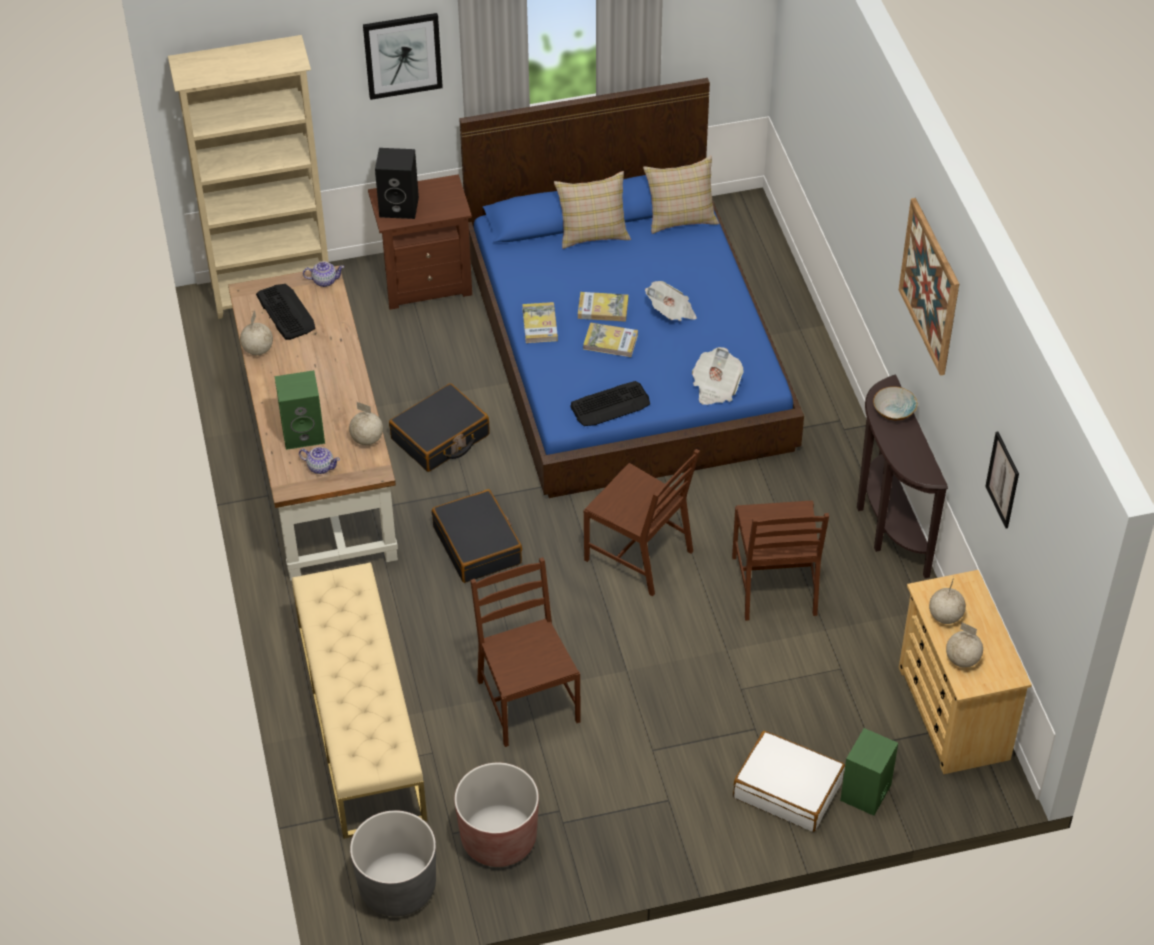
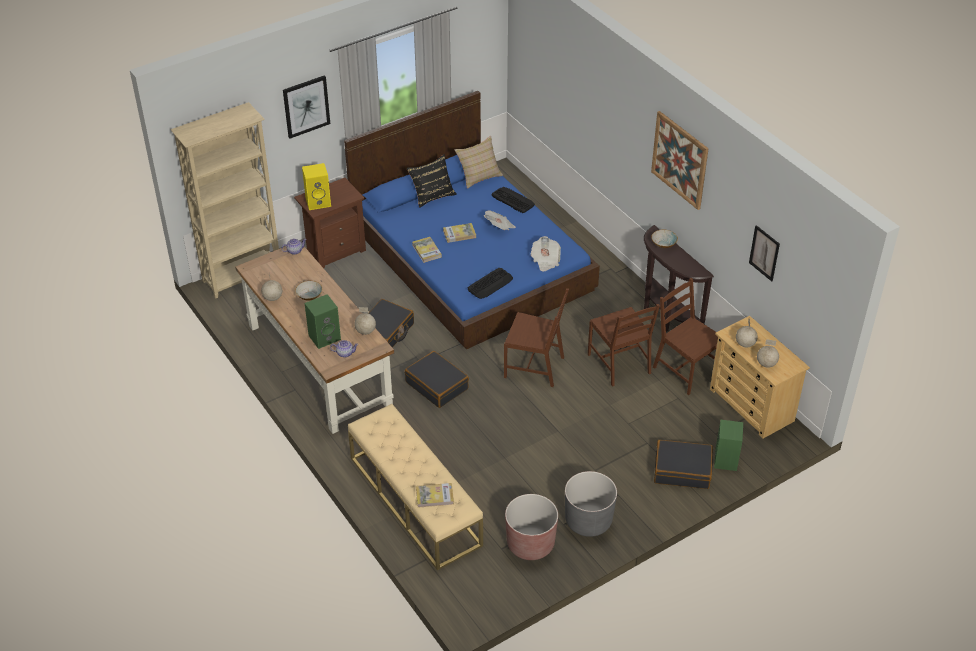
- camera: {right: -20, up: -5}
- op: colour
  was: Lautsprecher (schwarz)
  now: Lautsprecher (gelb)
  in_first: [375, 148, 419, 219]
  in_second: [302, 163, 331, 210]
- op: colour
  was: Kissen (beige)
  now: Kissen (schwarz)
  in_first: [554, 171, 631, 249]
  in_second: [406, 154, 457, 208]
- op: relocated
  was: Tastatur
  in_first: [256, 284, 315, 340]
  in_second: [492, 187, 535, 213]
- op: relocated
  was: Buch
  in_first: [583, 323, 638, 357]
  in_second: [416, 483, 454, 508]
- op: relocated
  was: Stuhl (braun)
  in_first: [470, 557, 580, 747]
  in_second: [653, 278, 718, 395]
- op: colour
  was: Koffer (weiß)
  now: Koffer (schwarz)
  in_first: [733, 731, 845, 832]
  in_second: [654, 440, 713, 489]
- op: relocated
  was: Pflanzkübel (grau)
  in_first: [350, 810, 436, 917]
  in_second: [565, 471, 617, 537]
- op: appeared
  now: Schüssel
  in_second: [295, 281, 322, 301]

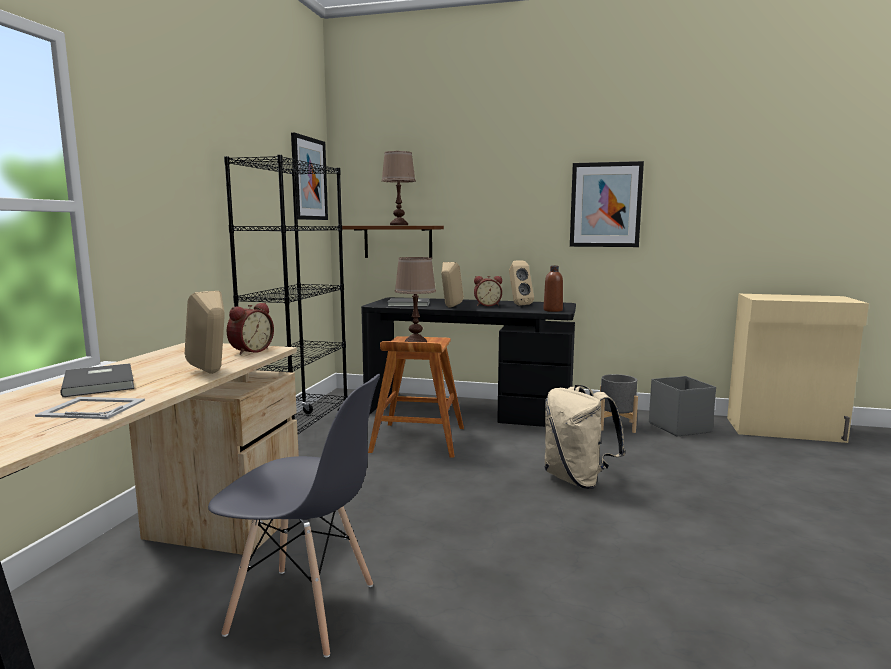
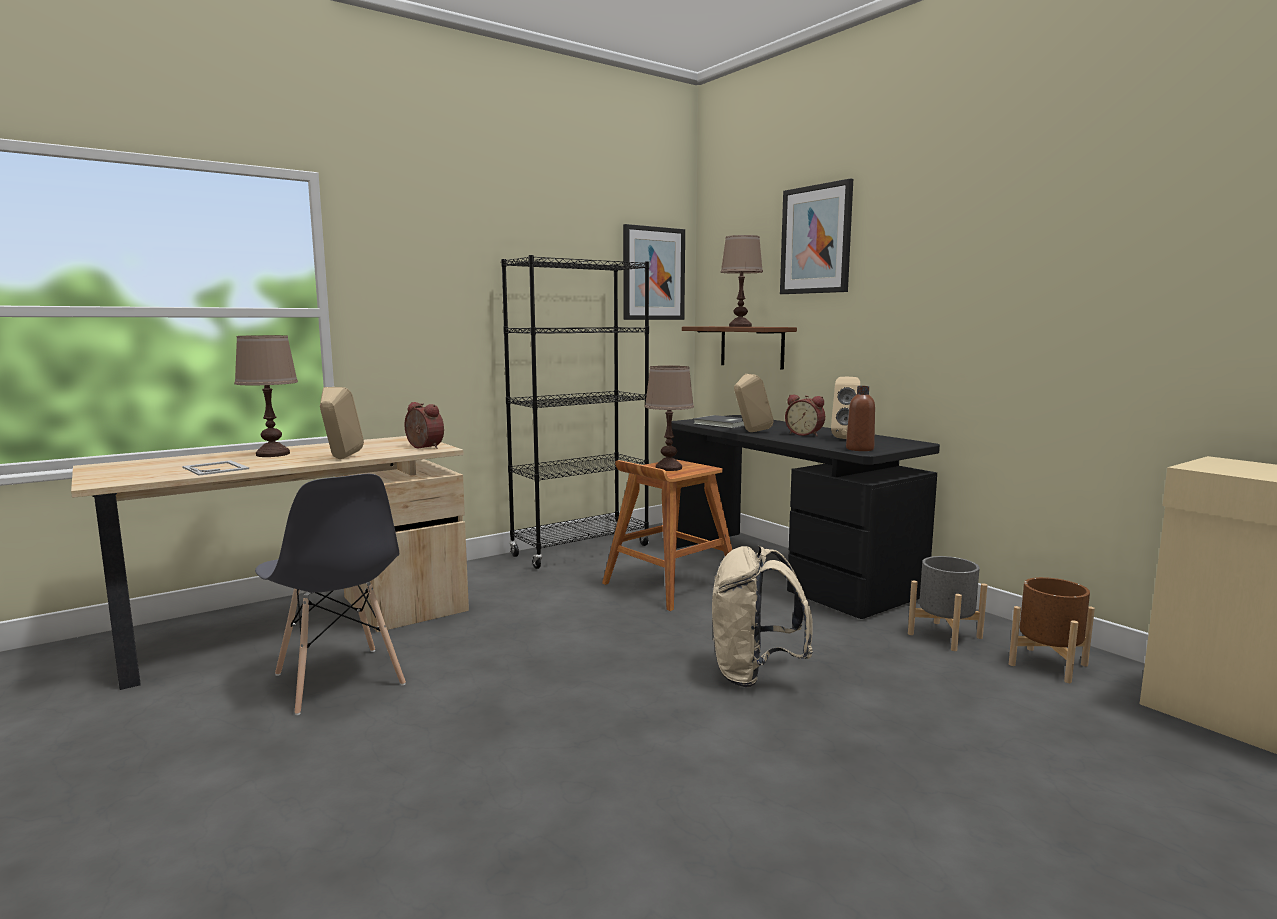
- camera: {right: 40, up: 0}
- op: relocated
  was: Bild
  in_first: [570, 161, 644, 247]
  in_second: [780, 178, 853, 294]
- op: spun
  was: Wecker
  in_first: [226, 303, 274, 355]
  in_second: [404, 402, 444, 449]
  clockwise: -120
- op: exchanged
  was: Buch (grau)
  now: Tischlampe (braun)
  in_first: [60, 363, 134, 397]
  in_second: [234, 335, 298, 457]
- op: exchanged
  was: Aufbewahrungsbox (grau)
  now: Pflanzkübel (braun)
  in_first: [649, 376, 716, 437]
  in_second: [1009, 577, 1095, 683]

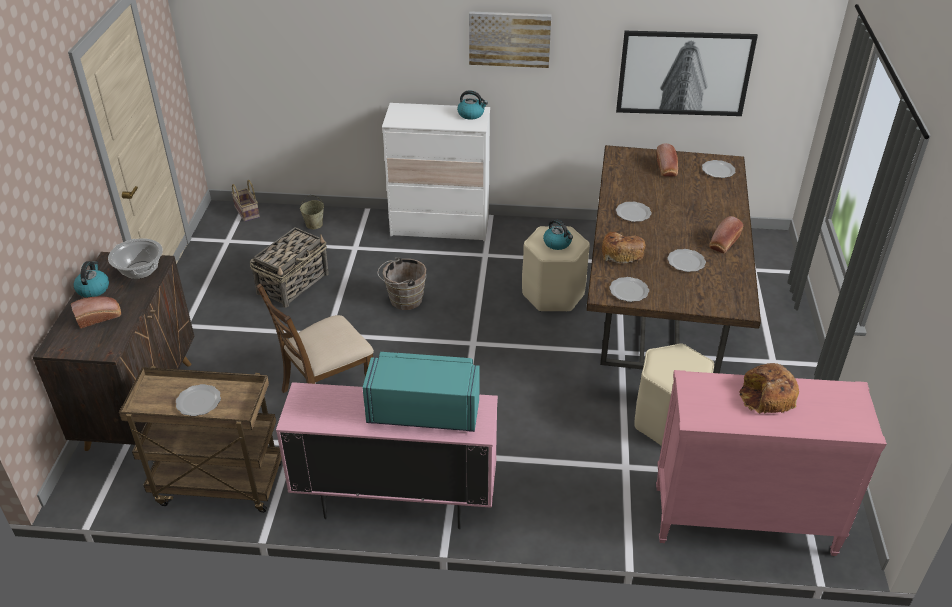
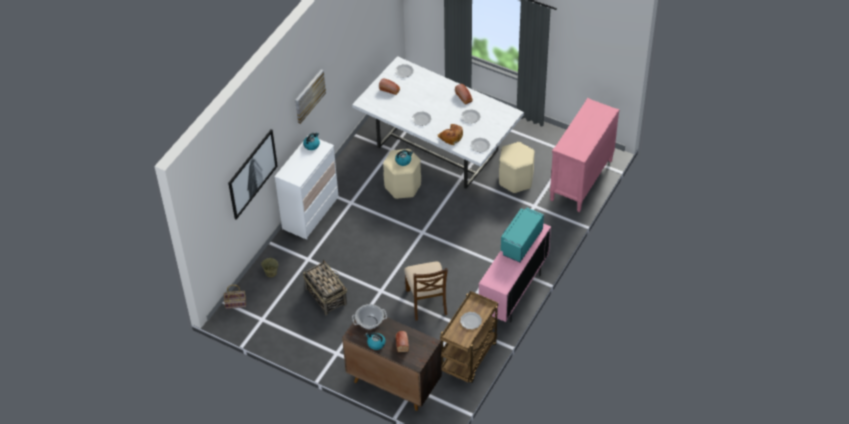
- camera: {right: -65, up: 10}
- op: relocated
  was: Bild
  in_first: [616, 31, 758, 116]
  in_second: [228, 129, 278, 220]
- op: colour
  was: Esstisch (braun)
  now: Esstisch (weiß)
  in_first: [586, 145, 761, 373]
  in_second: [352, 56, 524, 189]
- op: missing
  was: Eimer (braun)
  in_first: [377, 257, 426, 310]
- op: missing
  was: Brot
  in_first: [739, 363, 799, 414]

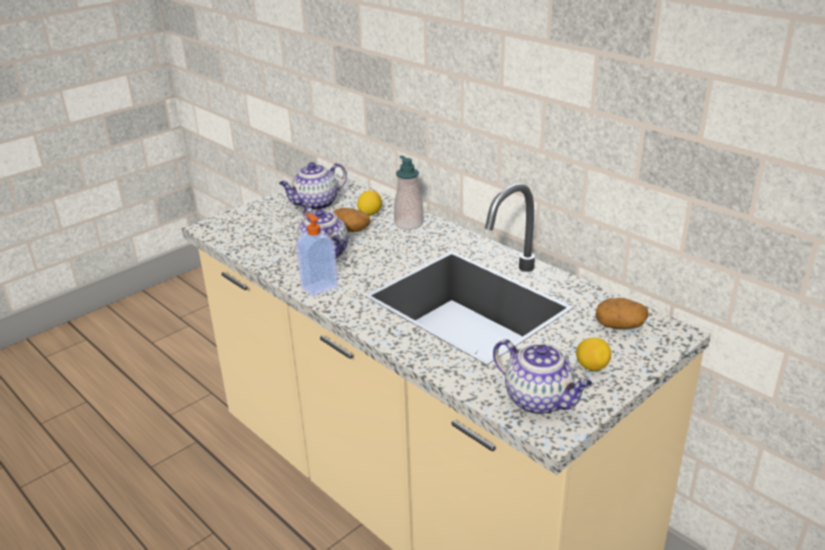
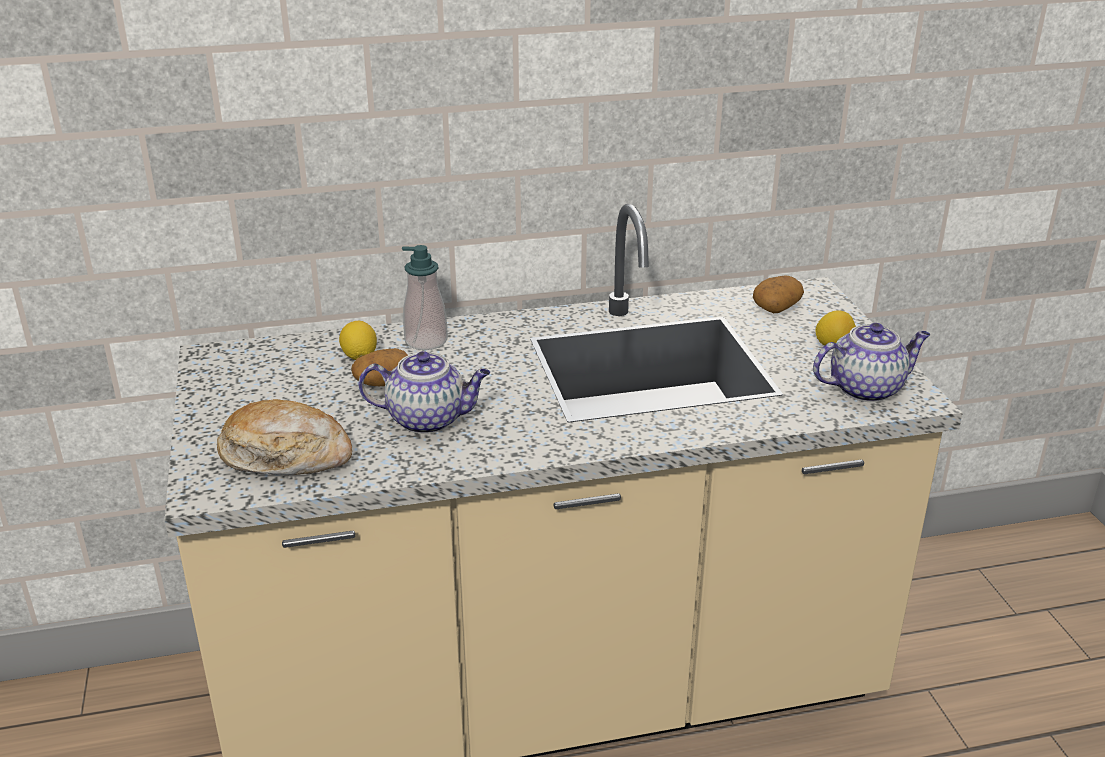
- camera: {right: -60, up: 0}
- op: missing
  was: Teekanne
  in_first: [279, 162, 347, 210]
- op: missing
  was: Seifenspender
  in_first: [296, 213, 338, 296]
- op: appeared
  now: Brot
  in_second: [217, 399, 352, 475]

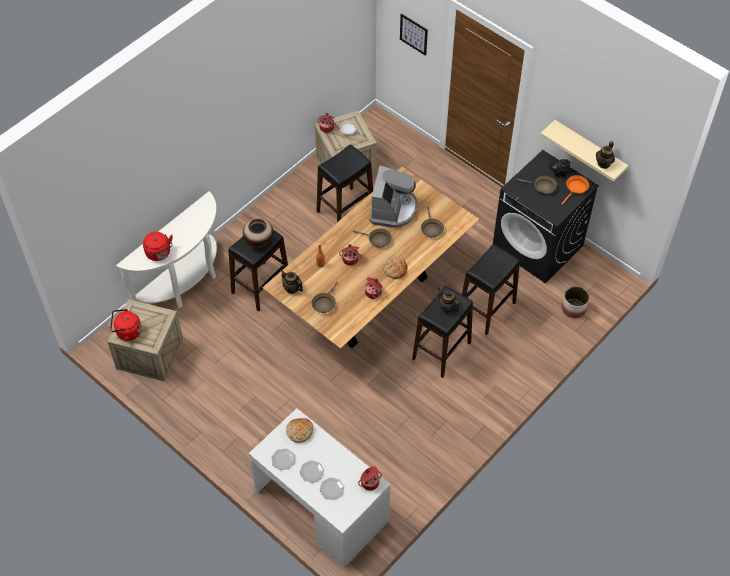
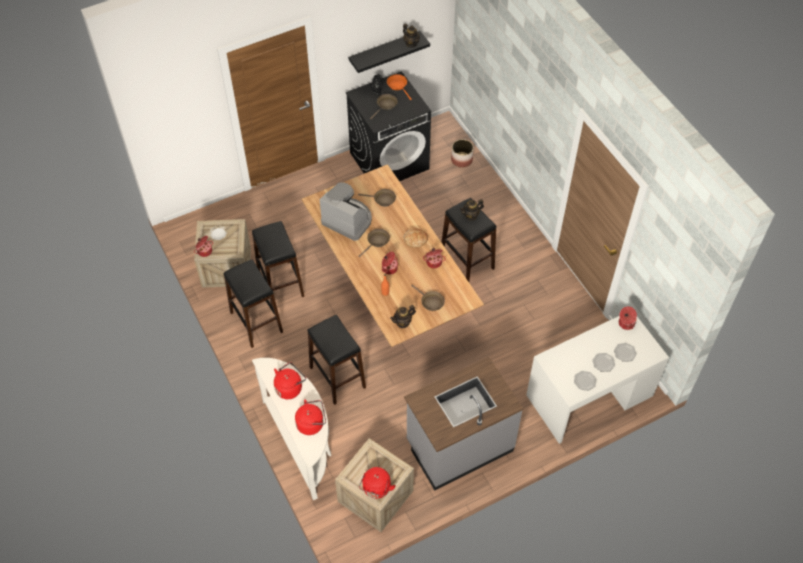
- camera: {right: -70, up: 0}
- op: missing
  was: Bild
  in_first: [400, 14, 428, 56]
- op: colour
  was: Wandregal (beige)
  now: Wandregal (schwarz)
  in_first: [540, 120, 628, 182]
  in_second: [348, 31, 430, 73]
- op: missing
  was: Vase
  in_first: [243, 218, 273, 247]
- op: relocated
  was: Hocker (schwarz)
  in_first: [462, 244, 520, 335]
  in_second: [223, 259, 283, 348]
- op: missing
  was: Brot
  in_first: [286, 418, 313, 443]
- op: appeared
  now: Küchenzeile (grau)
  in_second: [404, 357, 524, 490]
- op: appeared
  now: Wasserkessel (rot)
  in_second: [274, 362, 306, 399]

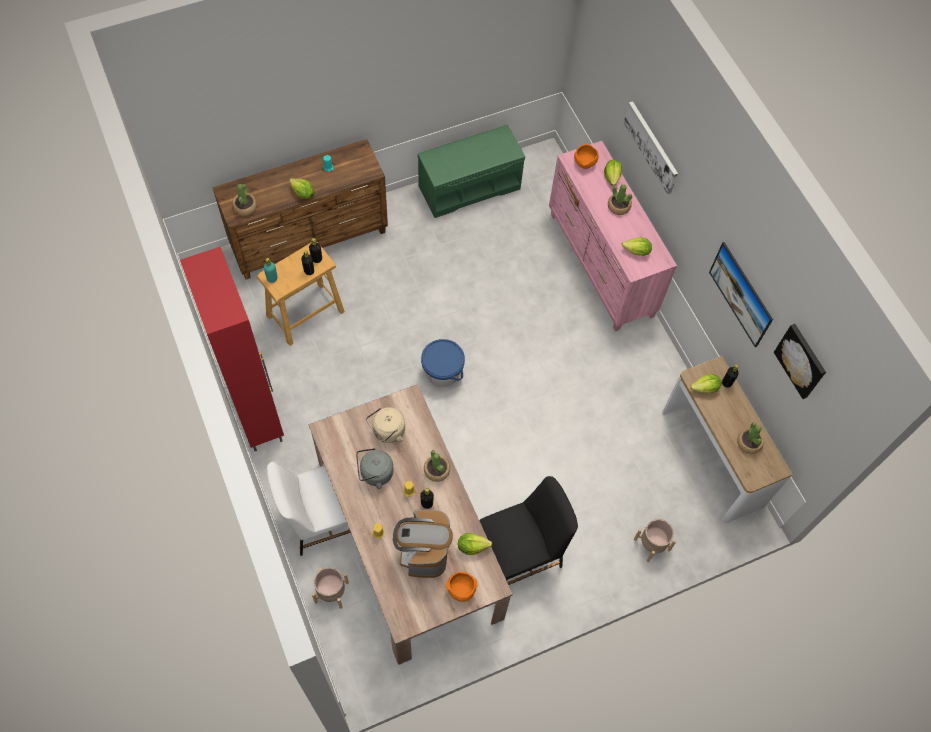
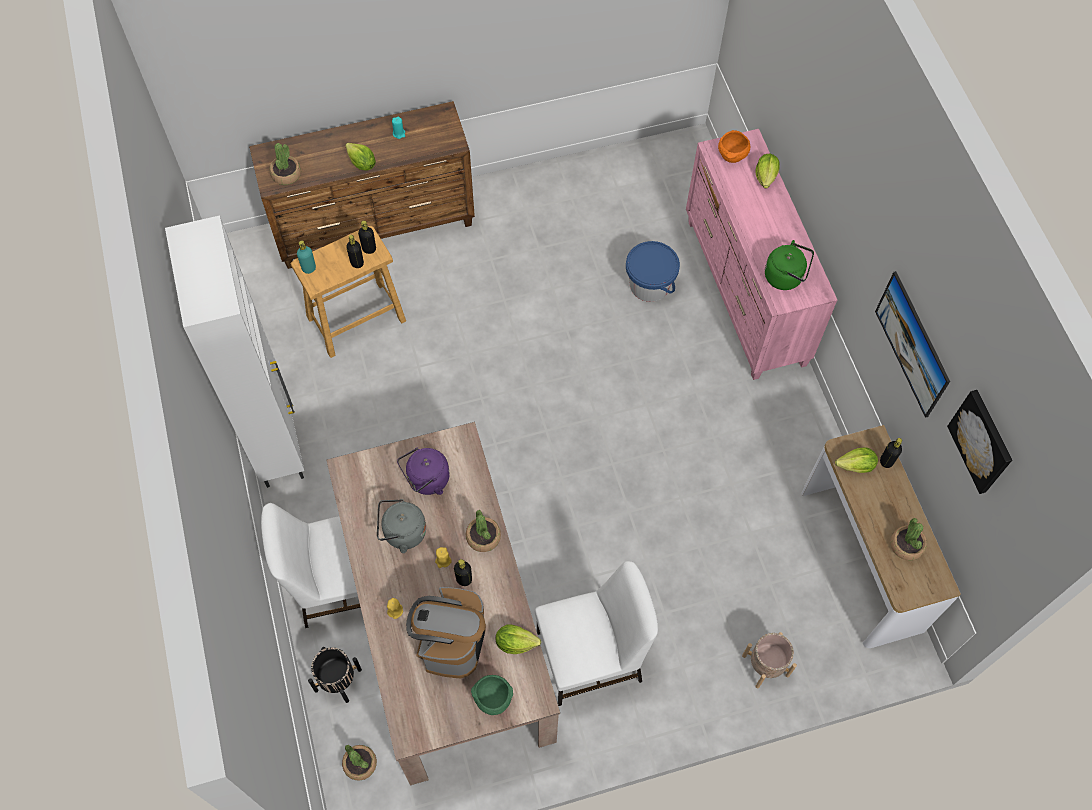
- camera: {right: 10, up: 0}
- op: missing
  was: Bild
  in_first: [624, 101, 678, 194]
- op: missing
  was: Bank (grün)
  in_first: [418, 125, 525, 218]
- op: relocated
  was: Topfpflanze
  in_first: [608, 184, 632, 215]
  in_second: [342, 745, 377, 781]
- op: exchanged
  was: Salatkopf
  now: Wasserkessel (grün)
  in_first: [622, 237, 652, 256]
  in_second: [765, 240, 814, 290]
- op: colour
  was: Schrank (rot)
  now: Schrank (weiß)
  in_first: [180, 247, 284, 451]
  in_second: [165, 215, 305, 488]
- op: relocated
  was: Eimer (blau)
  in_first: [421, 339, 465, 387]
  in_second: [626, 241, 680, 302]
- op: colour
  was: Wasserkessel (beige)
  now: Wasserkessel (lila)
  in_first: [366, 407, 405, 443]
  in_second: [397, 448, 450, 495]
- op: colour
  was: Stuhl (schwarz)
  now: Stuhl (weiß)
  in_first: [479, 476, 578, 585]
  in_second: [535, 561, 658, 706]
- op: colour
  was: Pflanzkübel (beige)
  now: Pflanzkübel (schwarz)
  in_first: [312, 567, 349, 609]
  in_second: [308, 647, 362, 703]
- op: colour
  was: Schüssel (orange)
  now: Schüssel (grün)
  in_first: [446, 572, 478, 602]
  in_second: [471, 675, 513, 715]

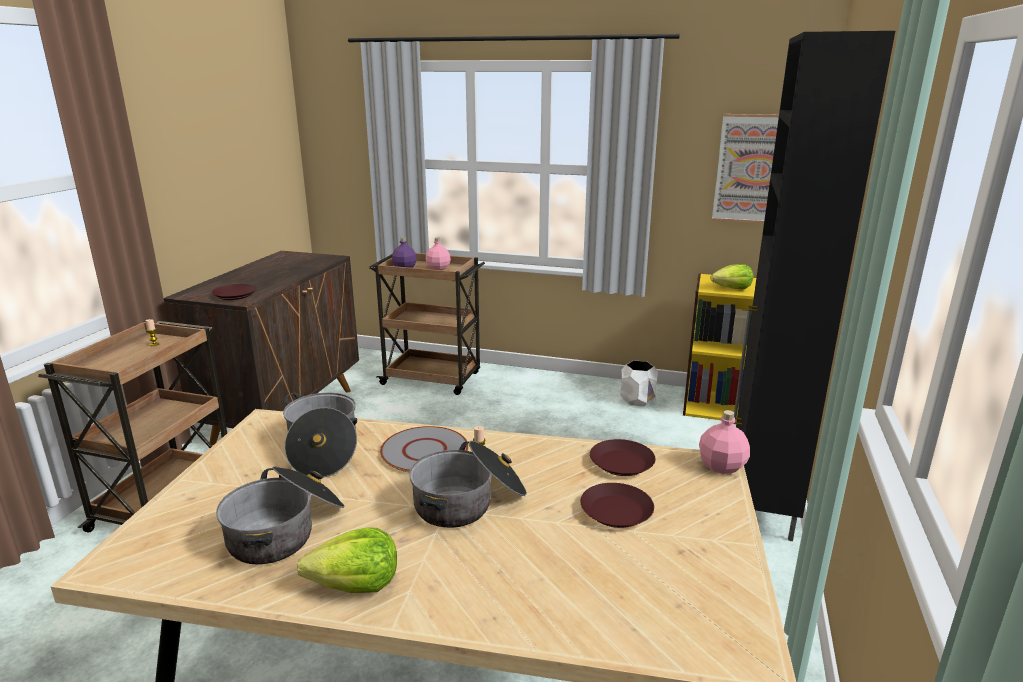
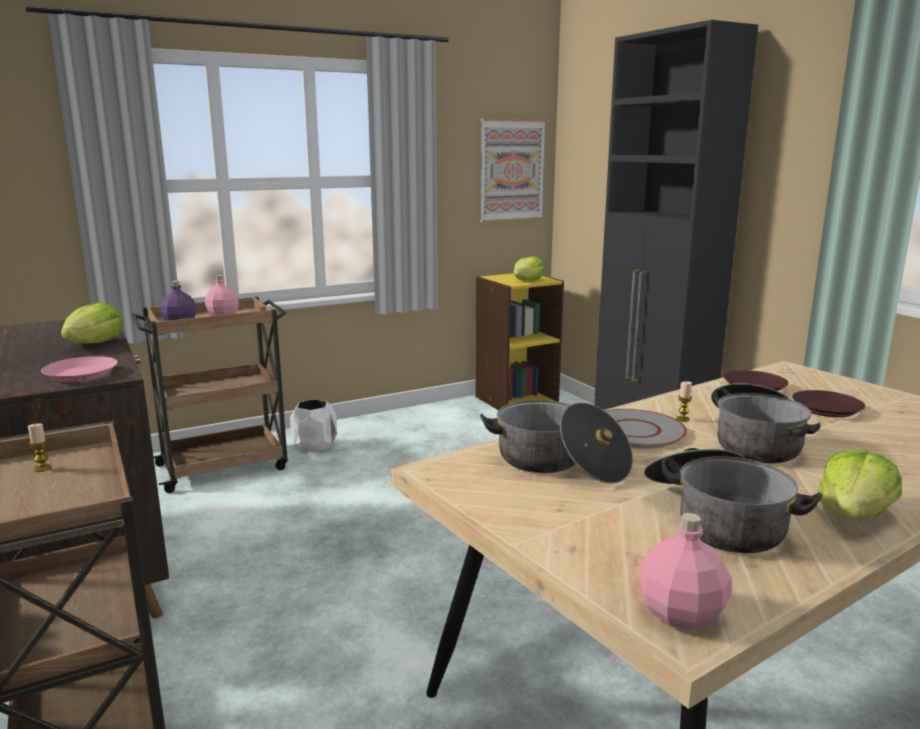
- camera: {right: -45, up: -5}
- op: colour
  was: Teller (braun)
  now: Teller (rosa)
  in_first: [212, 284, 256, 300]
  in_second: [41, 356, 118, 382]
- op: relocated
  was: Pflanzkübel (weiß)
  in_first: [620, 360, 658, 406]
  in_second: [290, 399, 337, 453]
- op: relocated
  was: Flasche (rosa)
  in_first: [699, 410, 750, 474]
  in_second: [639, 513, 732, 630]
- op: appeared
  now: Salatkopf
  in_second: [61, 302, 123, 344]

